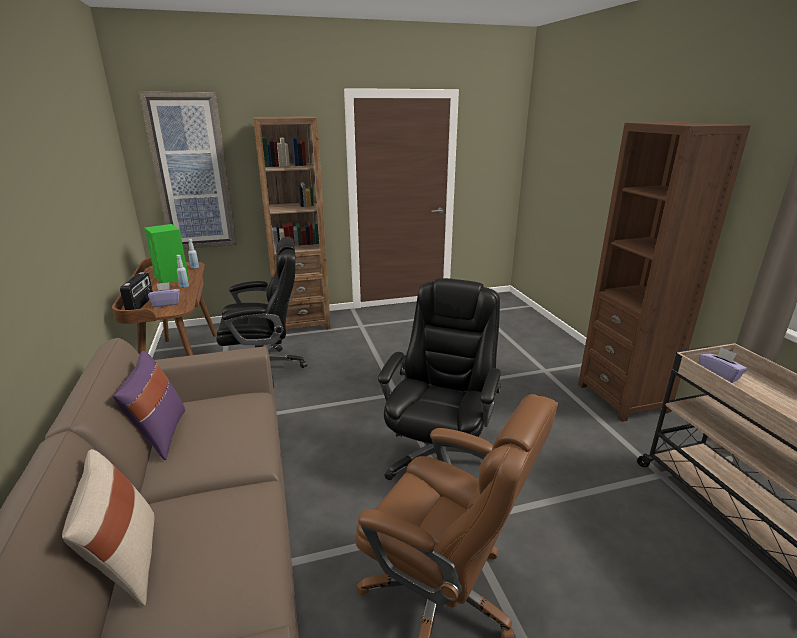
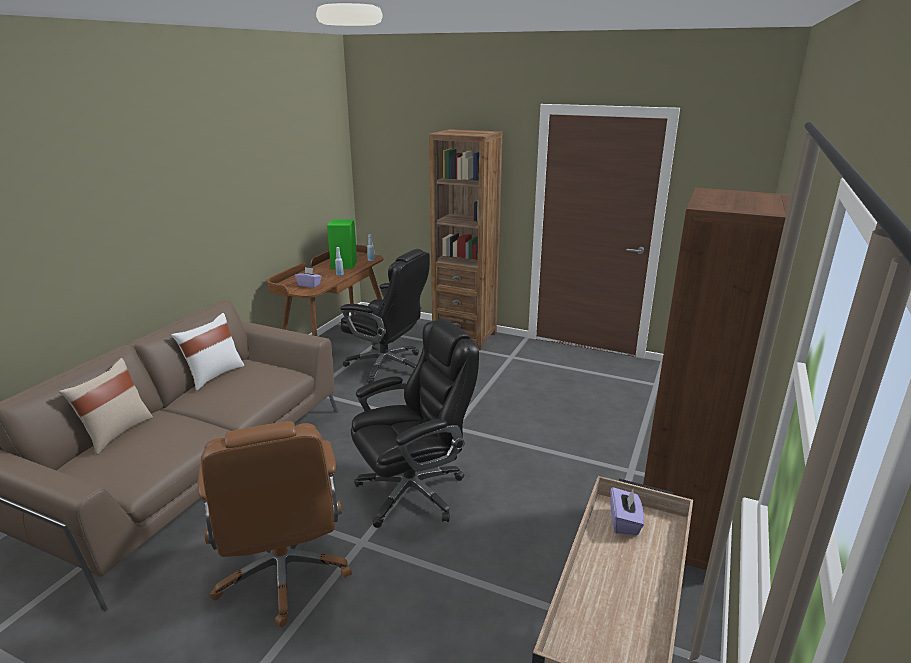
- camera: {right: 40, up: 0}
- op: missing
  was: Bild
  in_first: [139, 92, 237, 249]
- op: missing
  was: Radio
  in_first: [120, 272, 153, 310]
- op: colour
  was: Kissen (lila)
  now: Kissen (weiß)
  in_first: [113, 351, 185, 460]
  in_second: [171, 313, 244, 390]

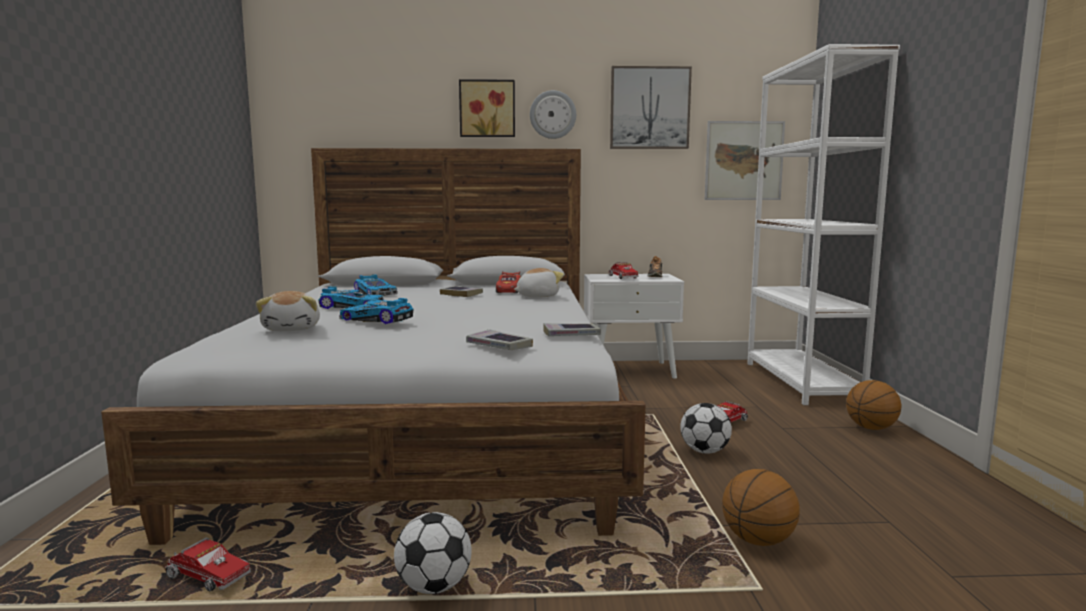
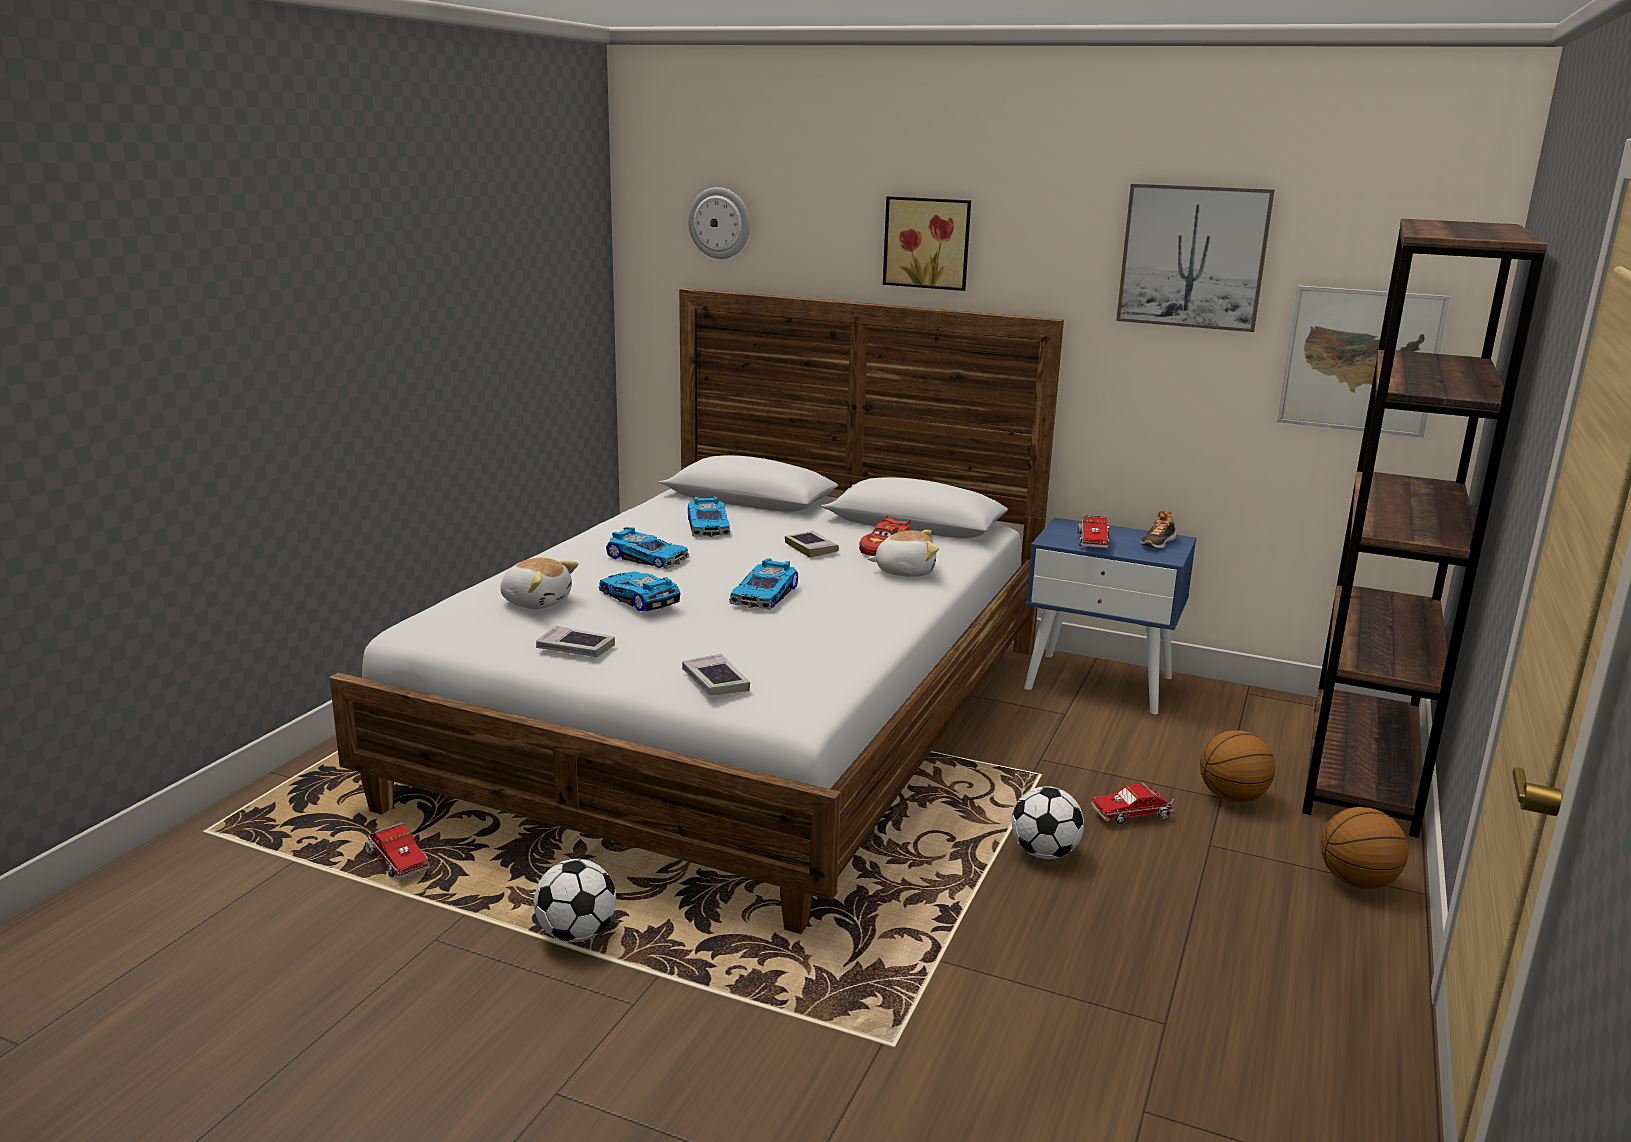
- camera: {right: 25, up: 10}
- op: colour
  was: Bücherregal (weiß)
  now: Bücherregal (braun)
  in_first: [747, 44, 900, 405]
  in_second: [1302, 219, 1548, 838]
- op: relocated
  was: Wanduhr
  in_first: [530, 90, 576, 139]
  in_second: [688, 187, 750, 259]
- op: colour
  was: Nachttisch (weiß)
  now: Nachttisch (blau)
  in_first: [584, 274, 684, 378]
  in_second: [1024, 517, 1197, 714]
- op: spun
  was: Plüschtier
  in_first: [256, 291, 320, 331]
  in_second: [500, 558, 578, 609]
  clockwise: -75
- op: relocated
  was: Buch
  in_first: [543, 323, 601, 336]
  in_second: [536, 625, 615, 657]
- op: relocated
  was: Basketball
  in_first: [722, 469, 800, 546]
  in_second: [1200, 730, 1275, 802]
- op: appeared
  now: Spielzeugauto
  in_second: [729, 558, 798, 610]

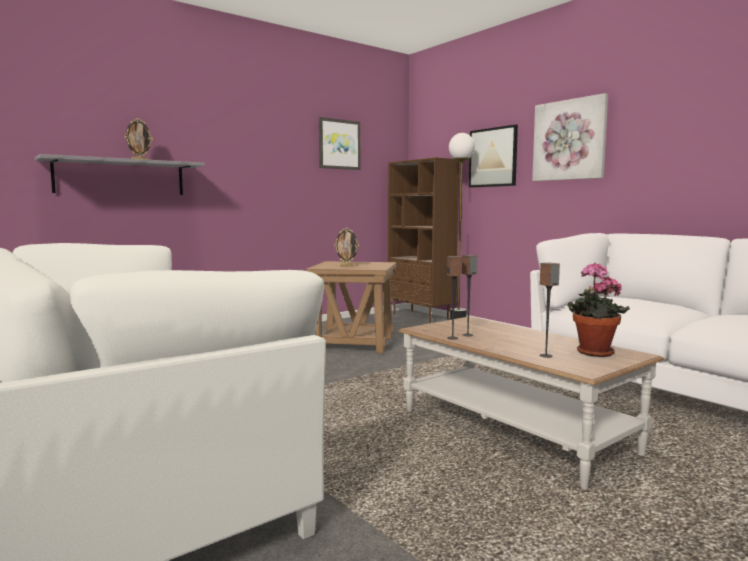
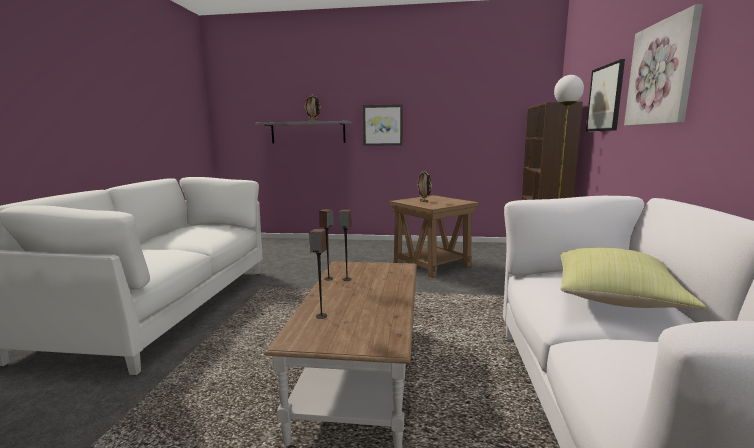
- camera: {right: 45, up: 5}
- op: relocated
  was: Bild
  in_first: [319, 117, 360, 170]
  in_second: [363, 104, 403, 146]
- op: missing
  was: Topfpflanze
  in_first: [568, 263, 630, 357]
- op: appeared
  now: Kissen (gelb)
  in_second: [560, 247, 706, 309]

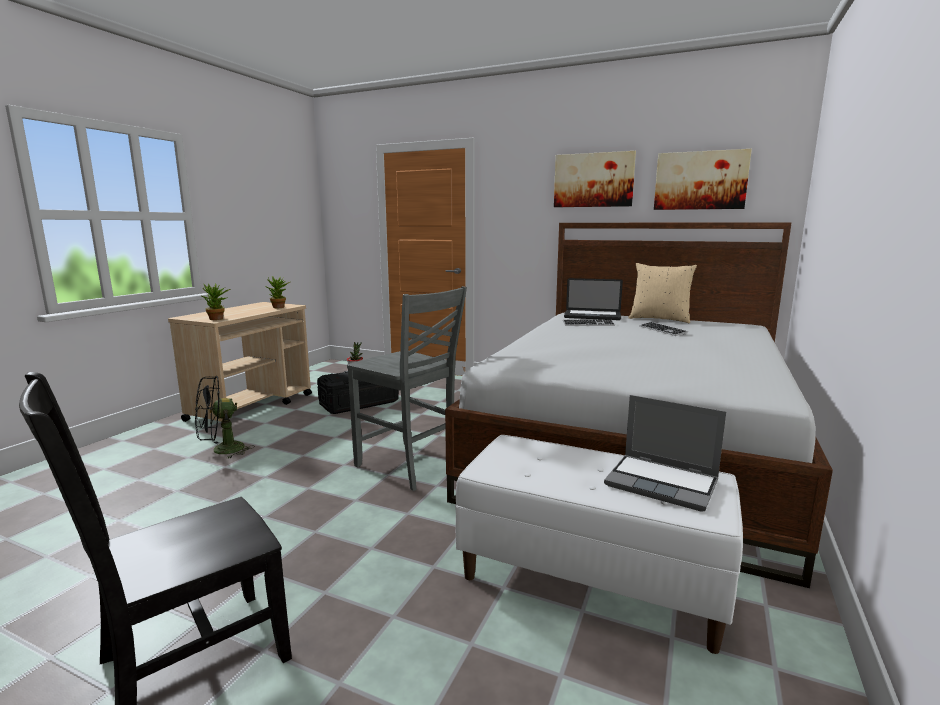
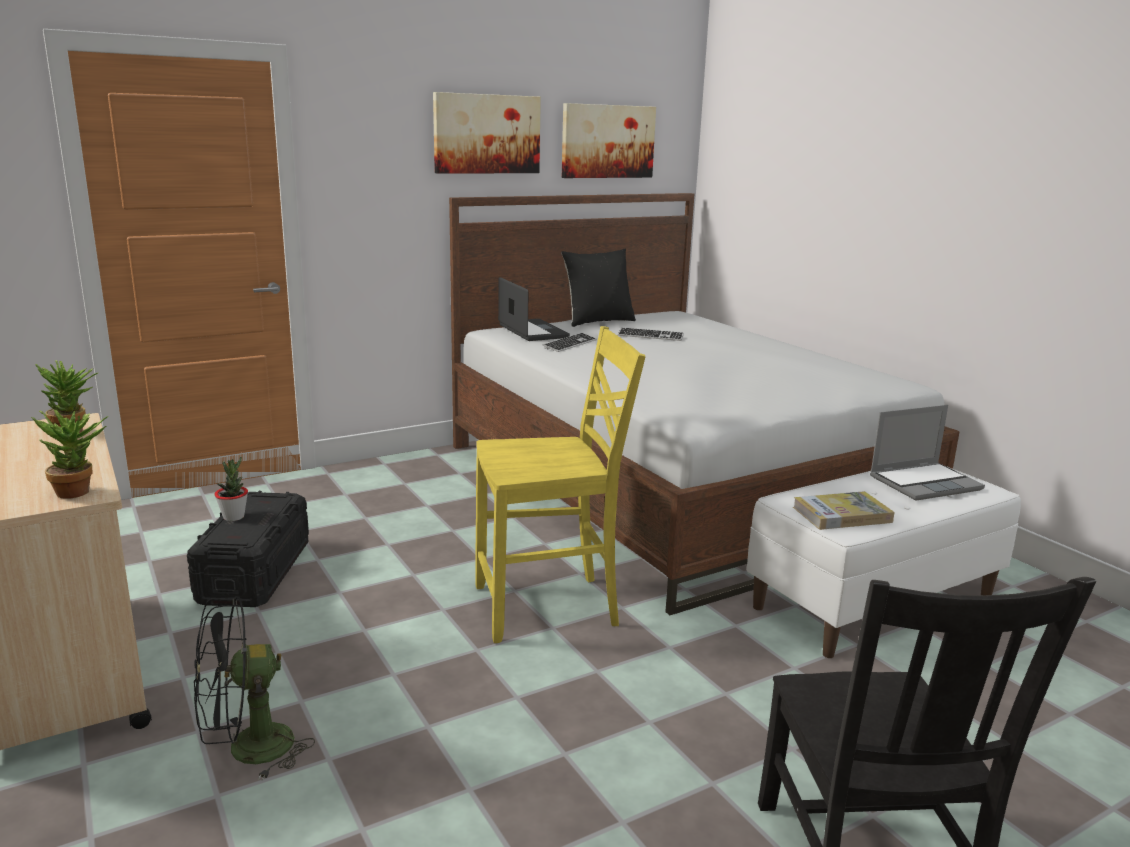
- camera: {right: -55, up: 5}
- op: colour
  was: Kissen (beige)
  now: Kissen (schwarz)
  in_first: [629, 263, 697, 323]
  in_second: [561, 249, 636, 327]
- op: spun
  was: Laptop
  in_first: [564, 278, 623, 320]
  in_second: [498, 277, 570, 341]
  clockwise: -75
- op: colour
  was: Stuhl (grau)
  now: Stuhl (gelb)
  in_first: [347, 286, 467, 491]
  in_second: [475, 326, 645, 643]
- op: spun
  was: Ventilator (schwarz)
  in_first: [195, 376, 255, 459]
  in_second: [194, 596, 315, 781]
  clockwise: 60
- op: appeared
  now: Buch
  in_second: [793, 491, 895, 530]

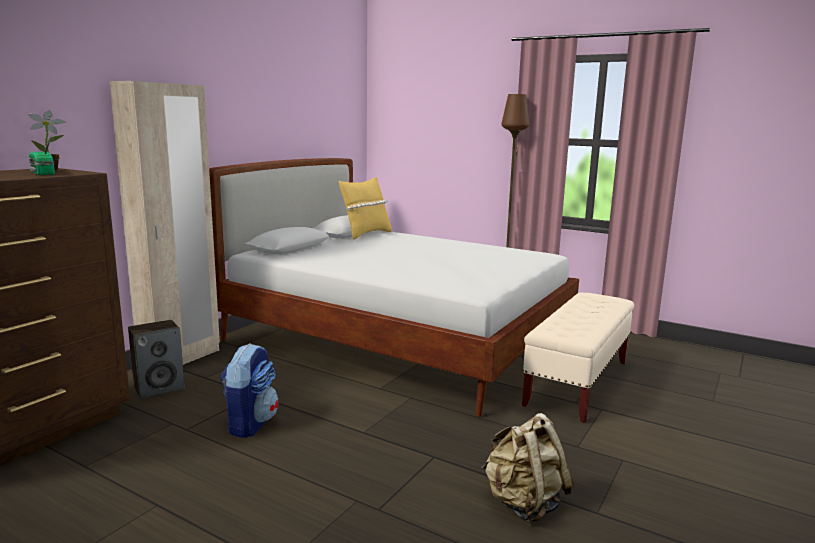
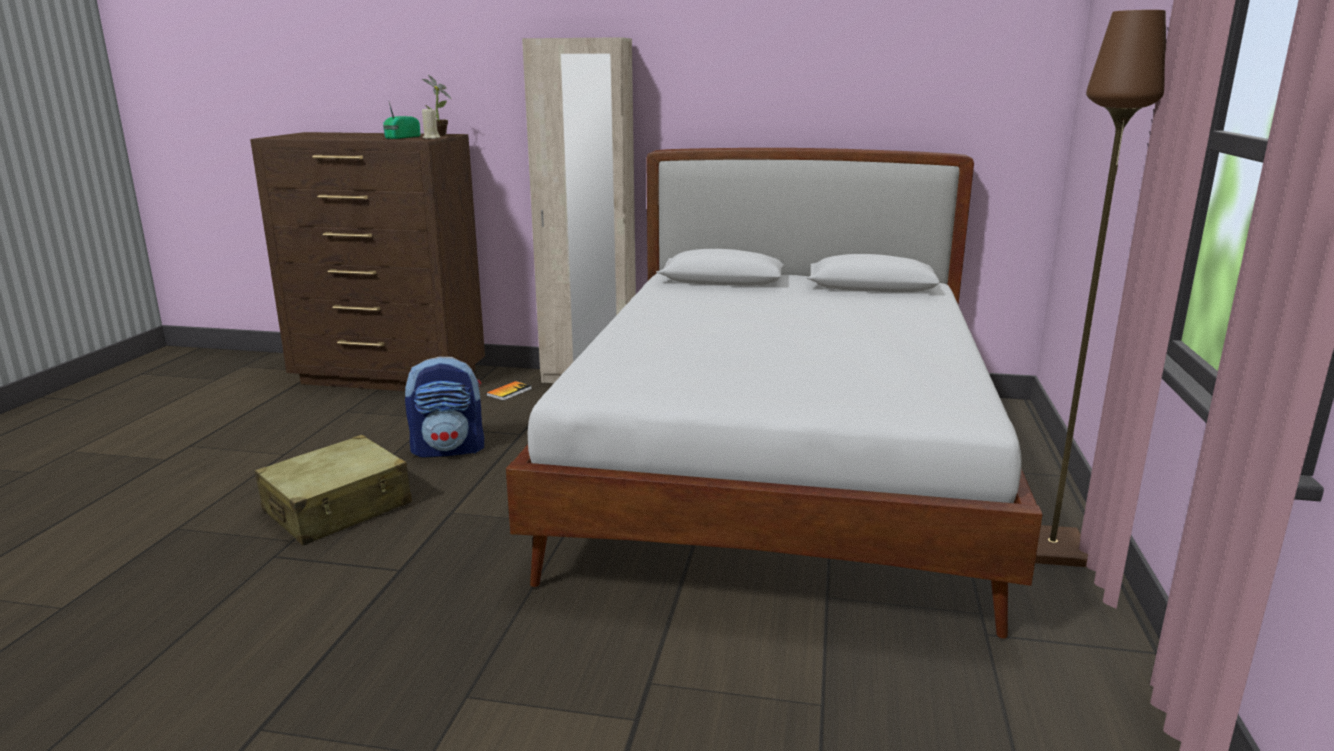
- camera: {right: 70, up: 5}
- op: missing
  was: Kissen (gelb)
  in_first: [339, 177, 392, 240]
- op: missing
  was: Bank (beige)
  in_first: [522, 292, 634, 423]
- op: exchanged
  was: Lautsprecher
  now: Buch
  in_first: [128, 320, 185, 400]
  in_second: [486, 381, 532, 401]
- op: missing
  was: Rucksack (beige)
  in_first: [482, 413, 574, 523]
- op: appeared
  now: Kerze (beige)
  in_second: [422, 109, 440, 139]
- op: appeared
  now: Koffer (beige)
  in_second: [255, 435, 412, 545]

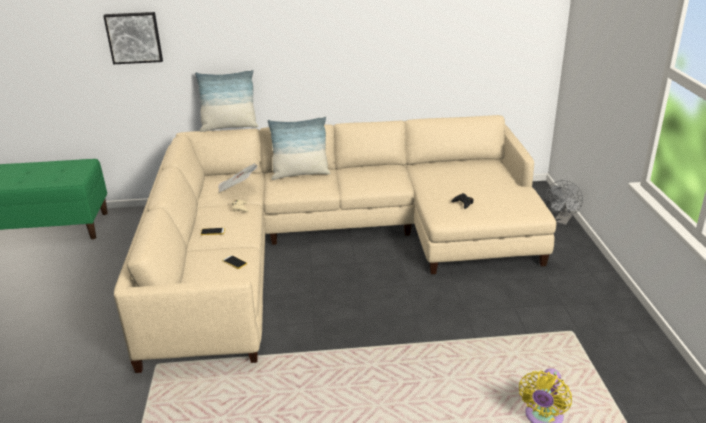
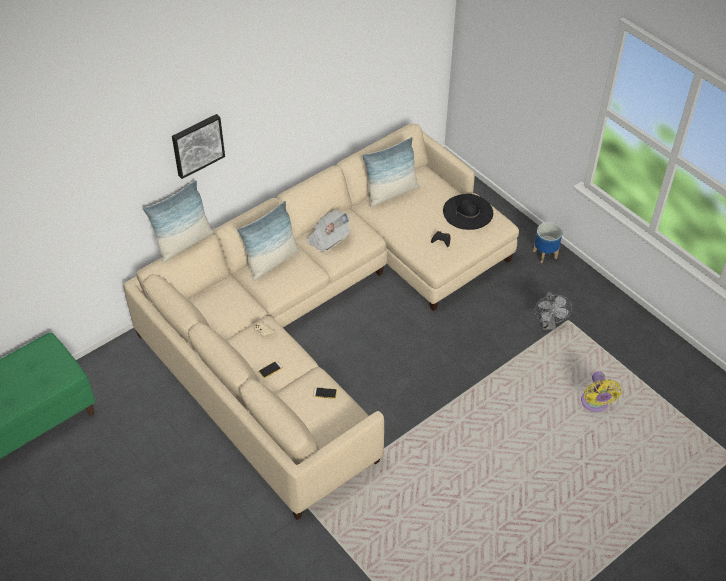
- camera: {right: -35, up: 20}
- op: relocated
  was: Bild
  in_first: [103, 12, 163, 64]
  in_second: [172, 114, 225, 179]
- op: relocated
  was: Zeitung
  in_first: [218, 163, 258, 193]
  in_second: [306, 210, 350, 253]
- op: relocated
  was: Ventilator (grau)
  in_first: [546, 180, 583, 225]
  in_second: [534, 292, 572, 330]
- op: appeared
  now: Kissen
  in_second: [362, 137, 420, 208]
- op: appeared
  now: Hut (schwarz)
  in_second: [443, 194, 493, 230]
- op: appeared
  now: Pflanzkübel
  in_second: [533, 222, 562, 263]

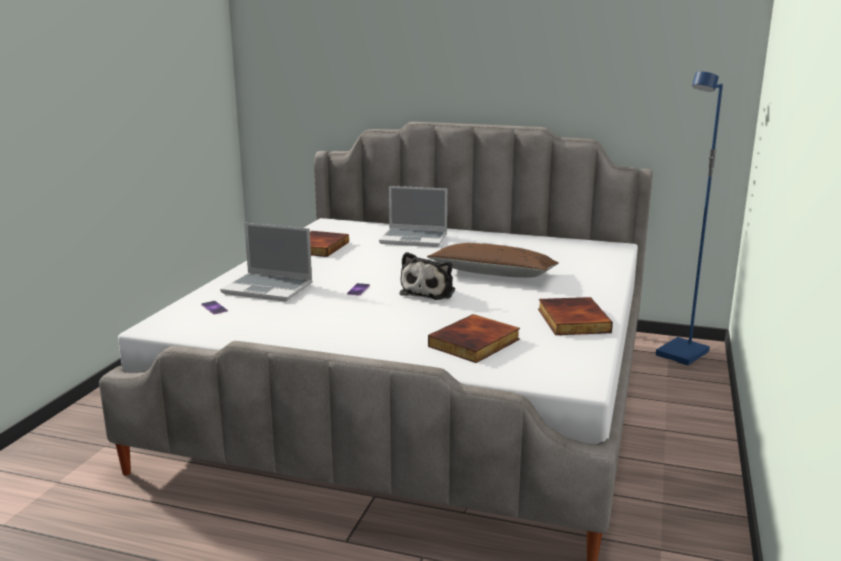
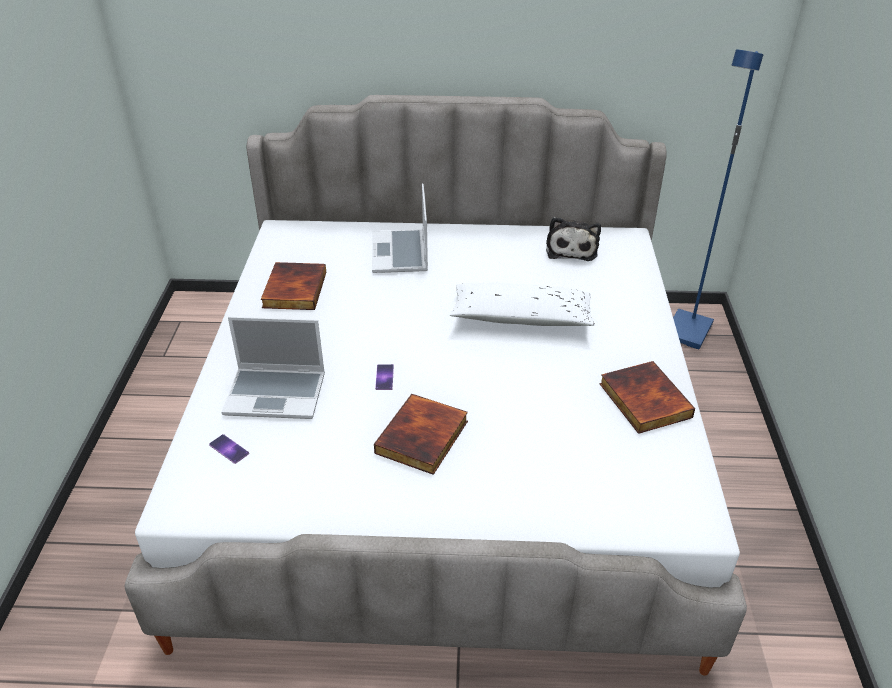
- camera: {right: -15, up: 20}
- op: spun
  was: Laptop
  in_first: [379, 186, 447, 247]
  in_second: [372, 184, 428, 273]
  clockwise: 90
- op: colour
  was: Kissen (braun)
  now: Kissen (weiß)
  in_first: [427, 243, 559, 278]
  in_second: [450, 283, 595, 326]
- op: relocated
  was: Plüschtier
  in_first: [399, 252, 455, 300]
  in_second: [546, 217, 601, 261]
- op: relocated
  was: Buch
  in_first: [428, 314, 520, 363]
  in_second: [374, 394, 468, 475]

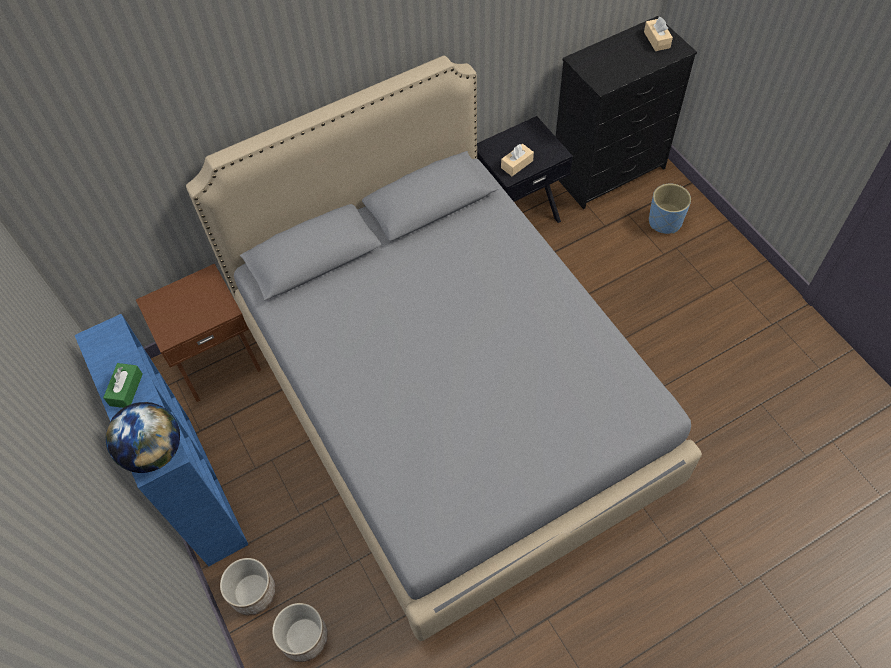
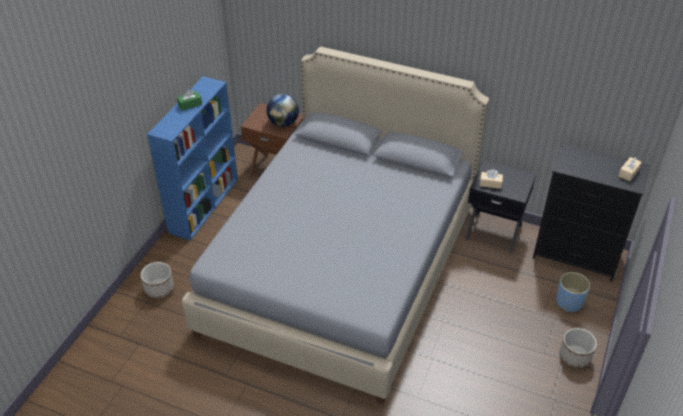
- camera: {right: 50, up: -15}
- op: relocated
  was: Globus
  in_first: [106, 402, 180, 473]
  in_second: [266, 94, 299, 127]
- op: relocated
  was: Pflanzkübel
  in_first: [220, 558, 276, 616]
  in_second: [559, 328, 597, 368]

